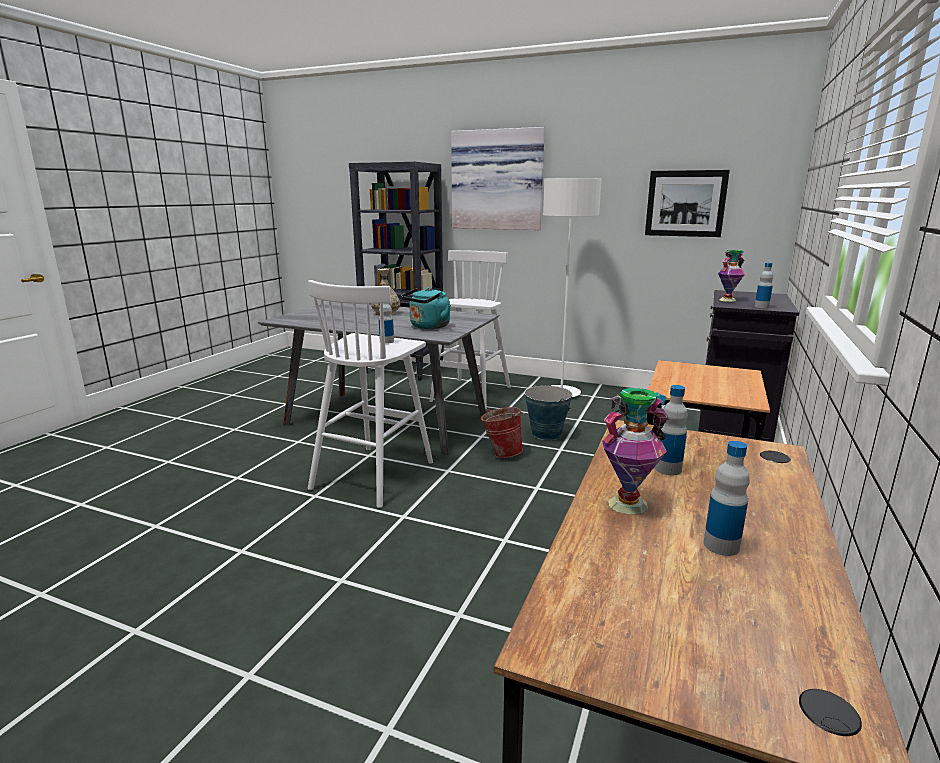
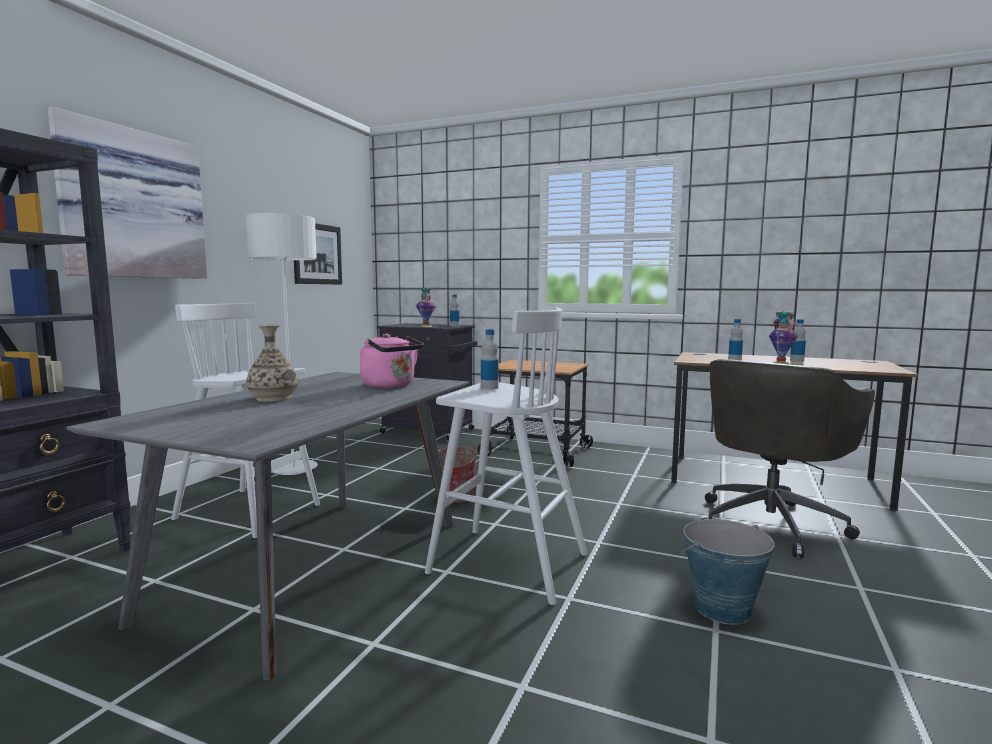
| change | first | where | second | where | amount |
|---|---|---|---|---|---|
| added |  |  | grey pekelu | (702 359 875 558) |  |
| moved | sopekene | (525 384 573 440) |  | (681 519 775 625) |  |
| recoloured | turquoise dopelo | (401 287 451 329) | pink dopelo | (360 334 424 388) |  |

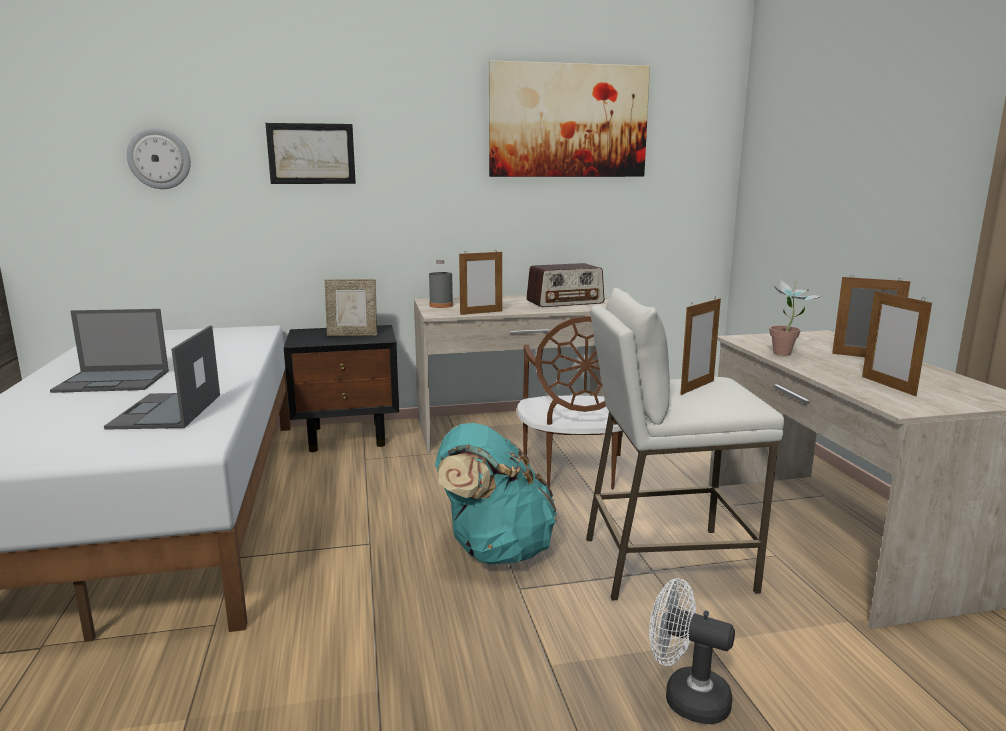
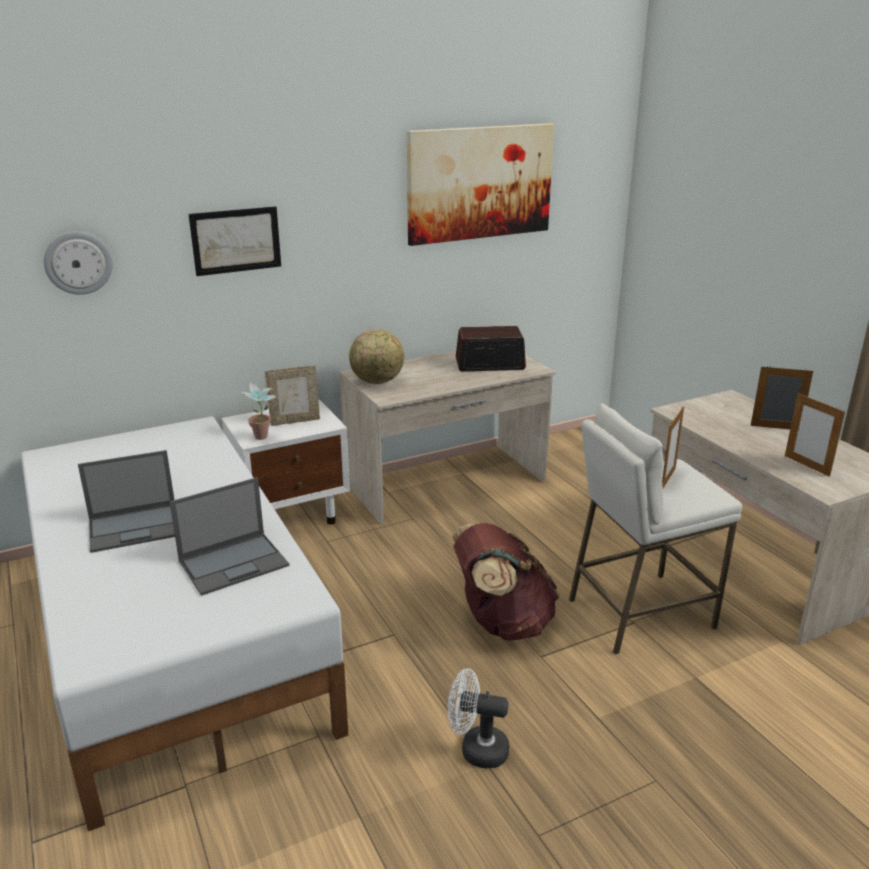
| change | first | where | second | where | amount |
|---|---|---|---|---|---|
| removed | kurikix | (459 250 502 315) |  |  |  |
| removed | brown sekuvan | (516 316 622 489) |  |  |  |
| moved | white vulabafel | (649 578 735 724) |  | (448 669 509 769) |  |
| moved | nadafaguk | (769 279 821 356) |  | (241 381 277 440) |  |
| replaced | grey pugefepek | (429 259 453 308) | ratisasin | (349 329 404 384) |  |
| recoloured | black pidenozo | (284 325 399 452) | white pidenozo | (222 400 350 524) |  |
| recoloured | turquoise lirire | (435 423 557 564) | brown lirire | (452 523 559 641) |  |
| turned | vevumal | (104 326 220 430) |  | (169 477 289 596) | 105 degrees counterclockwise |
| turned | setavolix | (526 263 604 307) |  | (456 326 526 371) | 150 degrees counterclockwise |

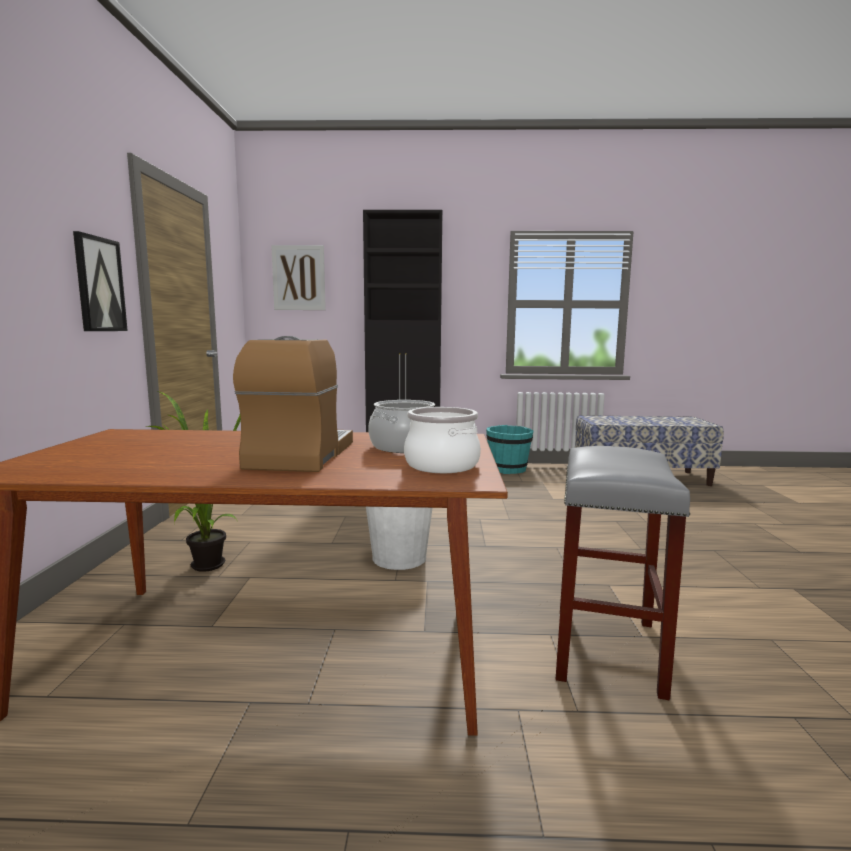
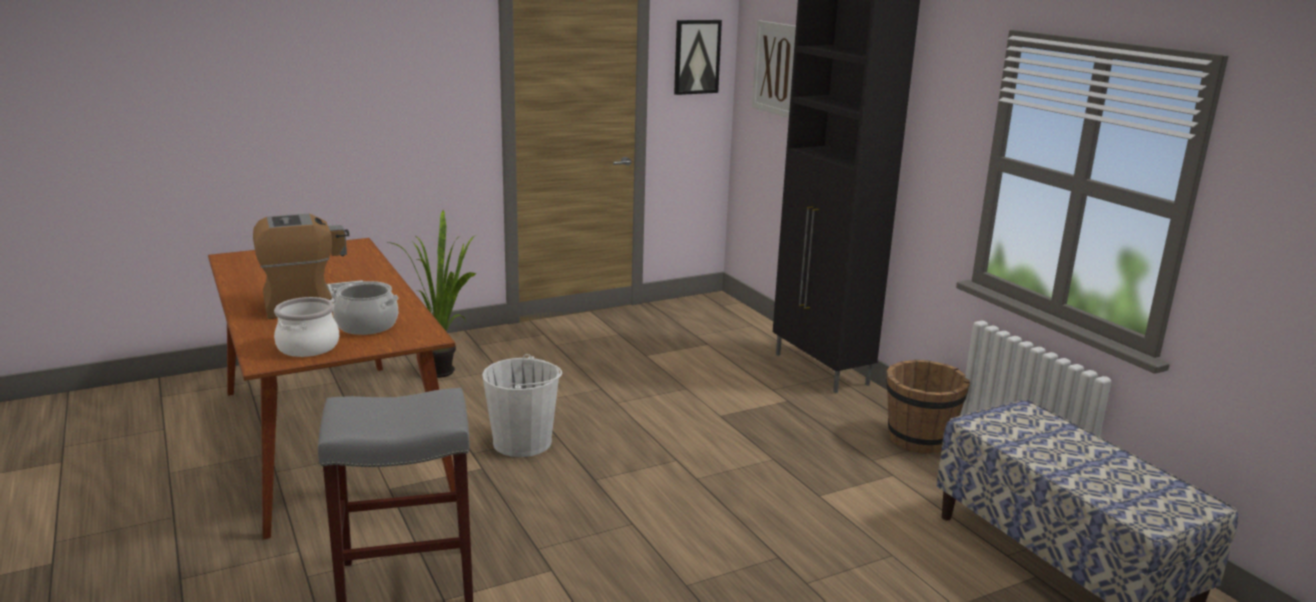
| change | first | where | second | where | amount |
|---|---|---|---|---|---|
| moved | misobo | (73 231 128 331) |  | (674 20 722 95) |  |
| recoloured | turquoise sopekene | (486 425 534 474) | brown sopekene | (886 360 970 454) |  |

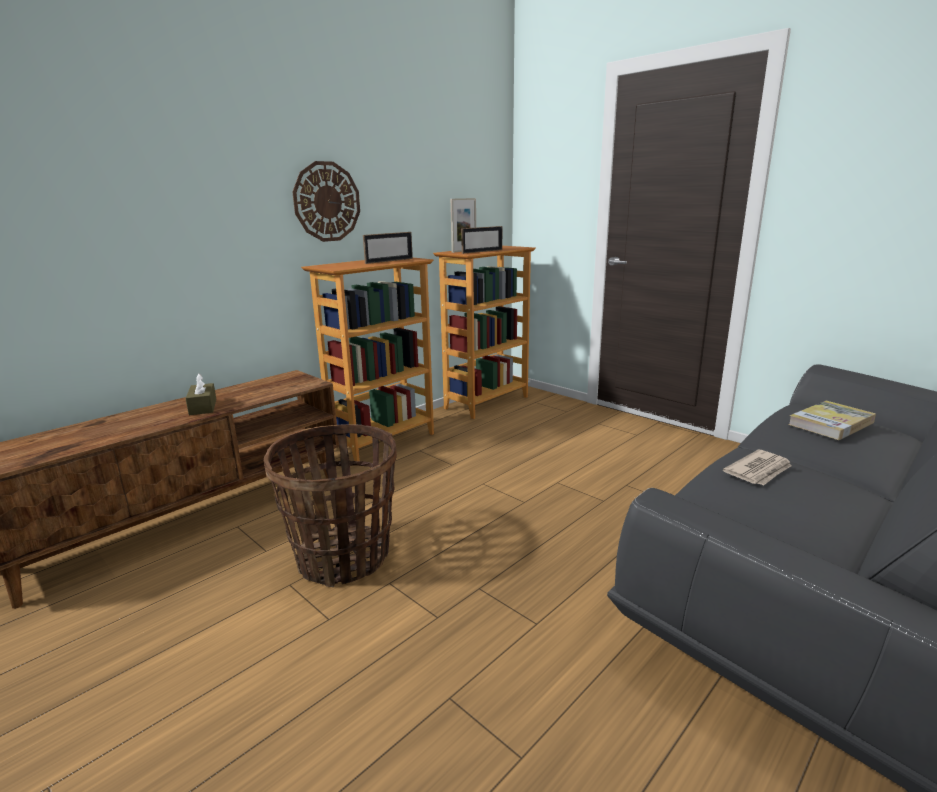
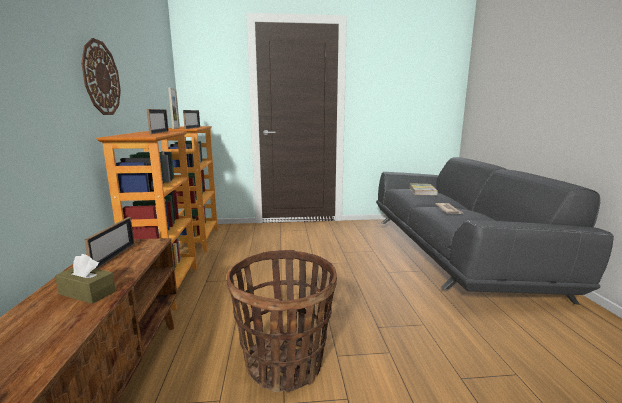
| change | first | where | second | where | amount |
|---|---|---|---|---|---|
| added |  |  | kurikix | (84 217 134 269) |  |

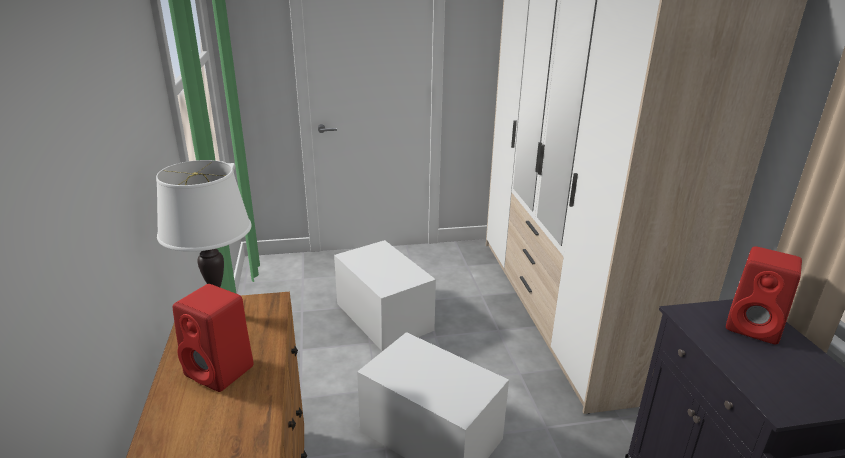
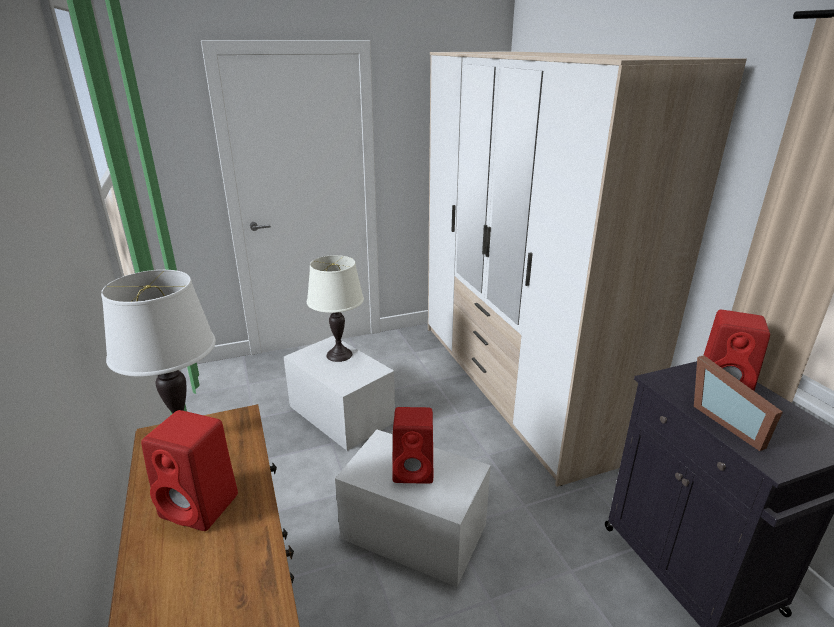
| change | first | where | second | where | amount |
|---|---|---|---|---|---|
| added |  |  | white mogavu | (307 255 364 362) |  |
| added |  |  | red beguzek | (392 407 433 484) |  |
| added |  |  | kurikix | (694 355 783 451) |  |

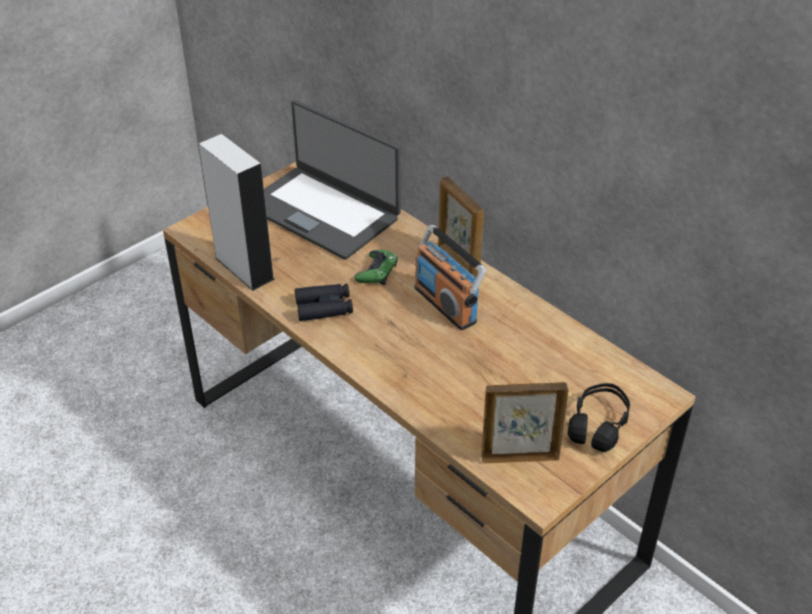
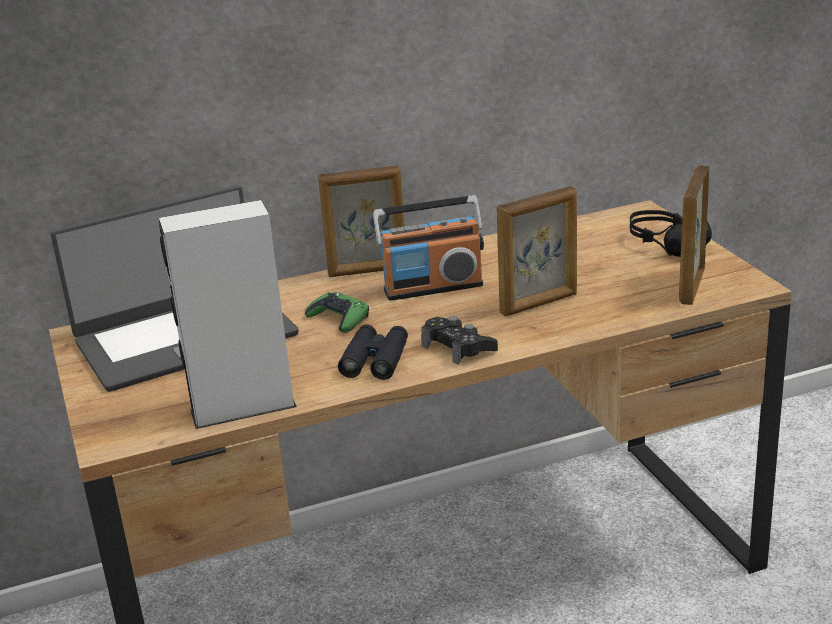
| change | first | where | second | where | amount |
|---|---|---|---|---|---|
| added |  |  | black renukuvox | (421 316 498 365) |  |
| added |  |  | kurikix | (497 186 577 317) |  |

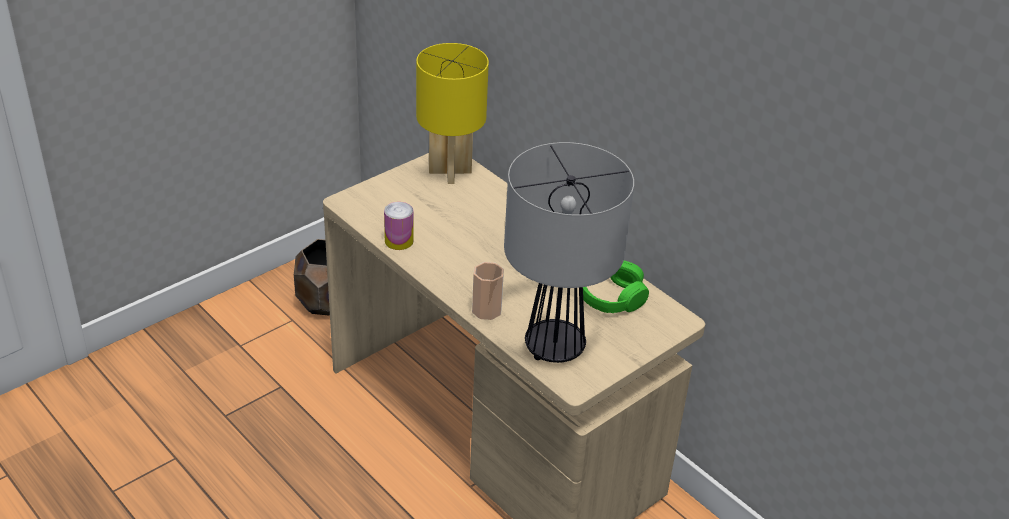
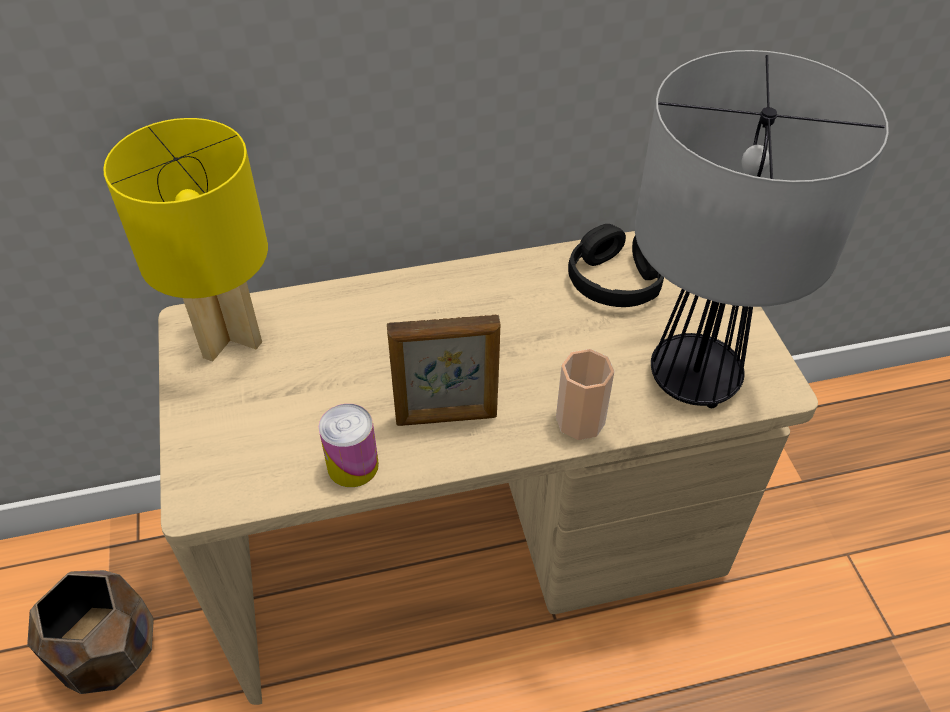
| change | first | where | second | where | amount |
|---|---|---|---|---|---|
| added |  |  | kurikix | (387 315 500 426) |  |
| recoloured | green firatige | (583 261 649 313) | black firatige | (568 224 664 307) |  |

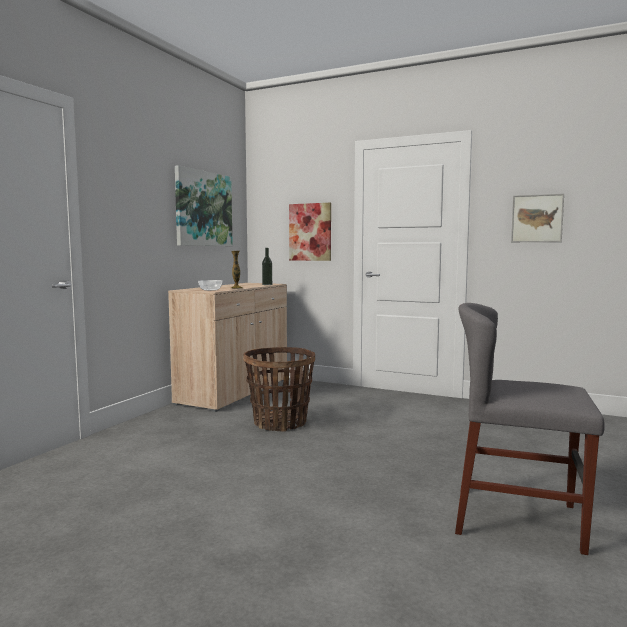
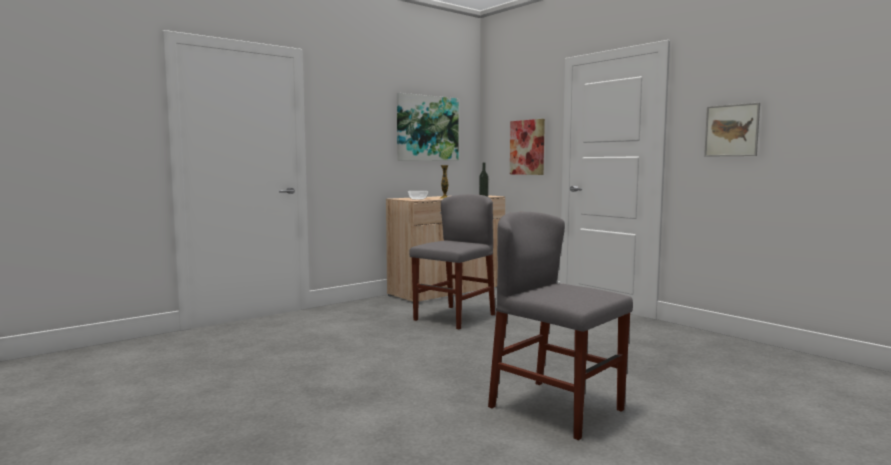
| change | first | where | second | where | amount |
|---|---|---|---|---|---|
| replaced | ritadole | (243 347 315 432) | grey sekuvan | (409 194 495 329) |  |

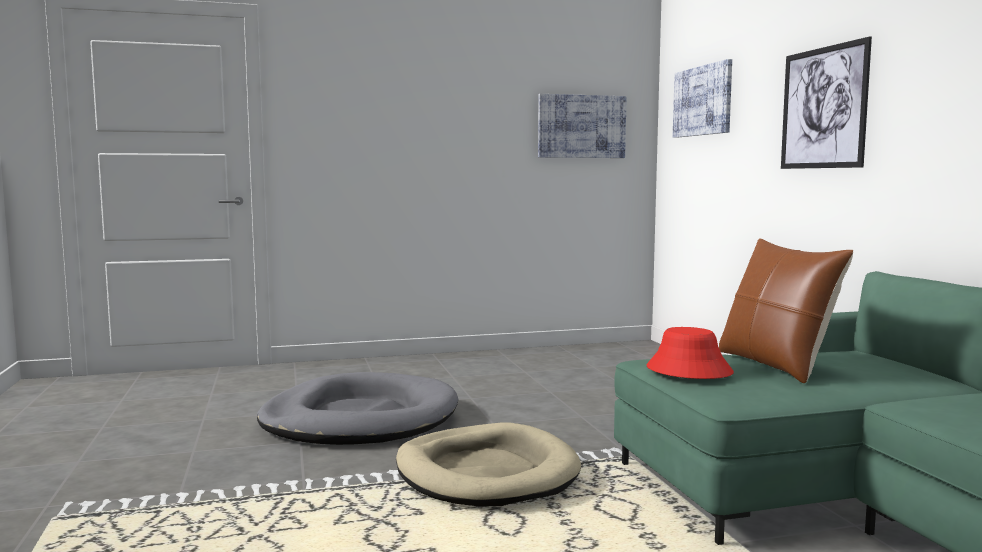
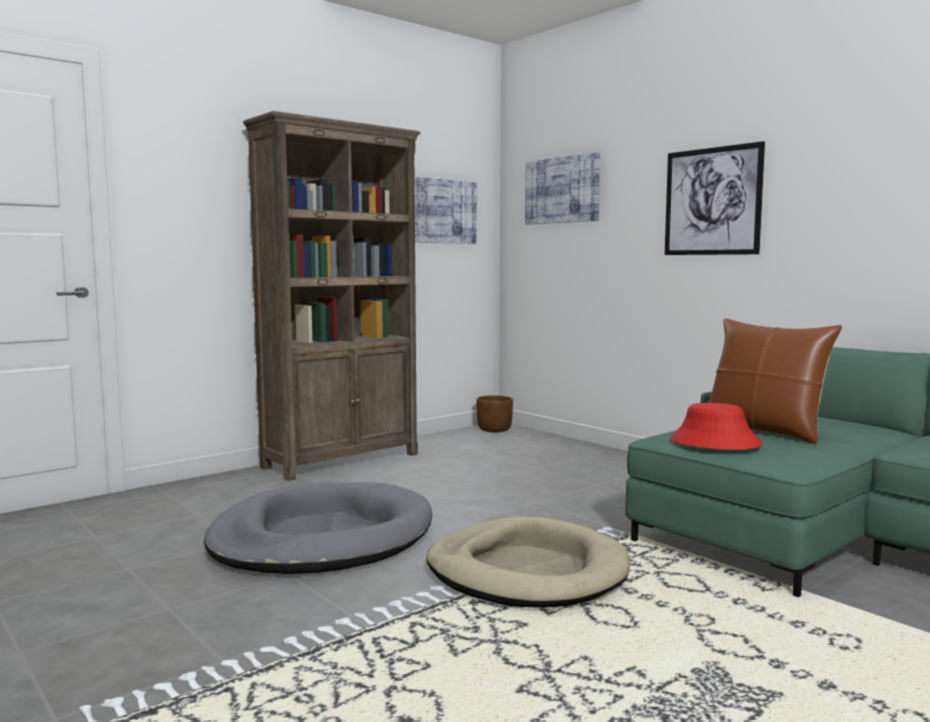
| change | first | where | second | where | amount |
|---|---|---|---|---|---|
| added |  |  | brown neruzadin | (243 111 420 481) |  |
| added |  |  | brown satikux | (476 395 513 432) |  |

